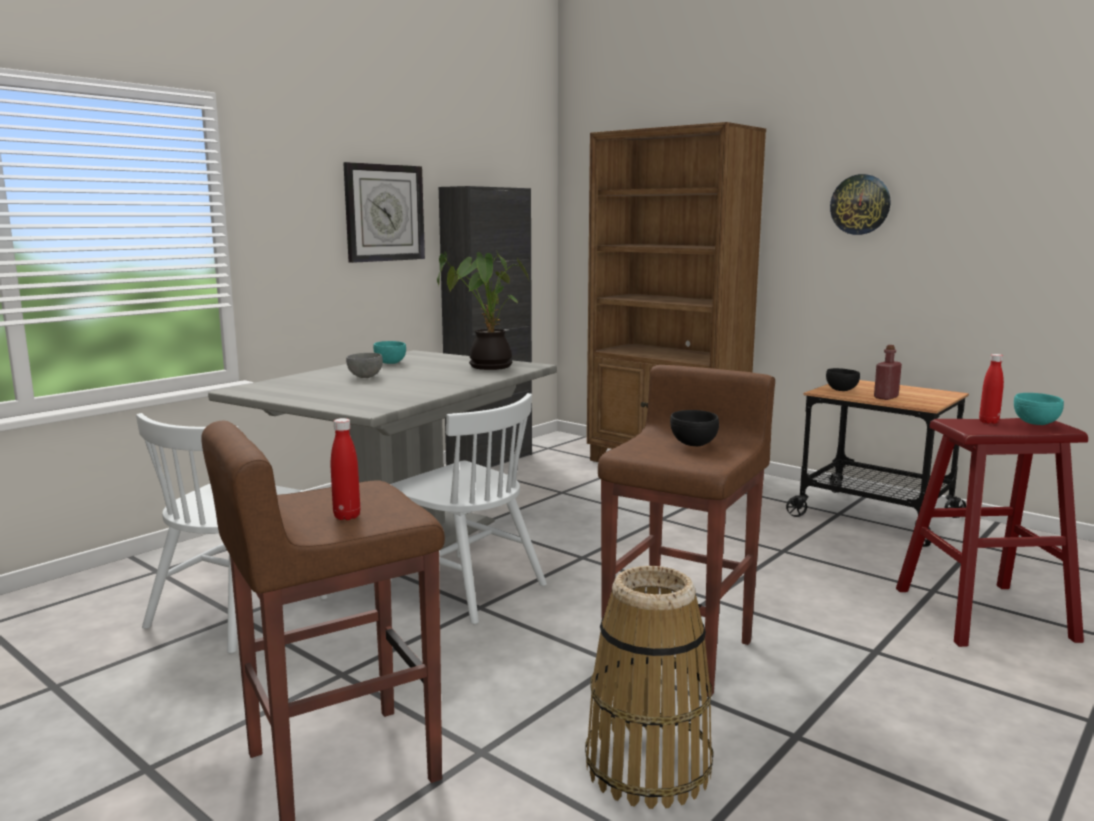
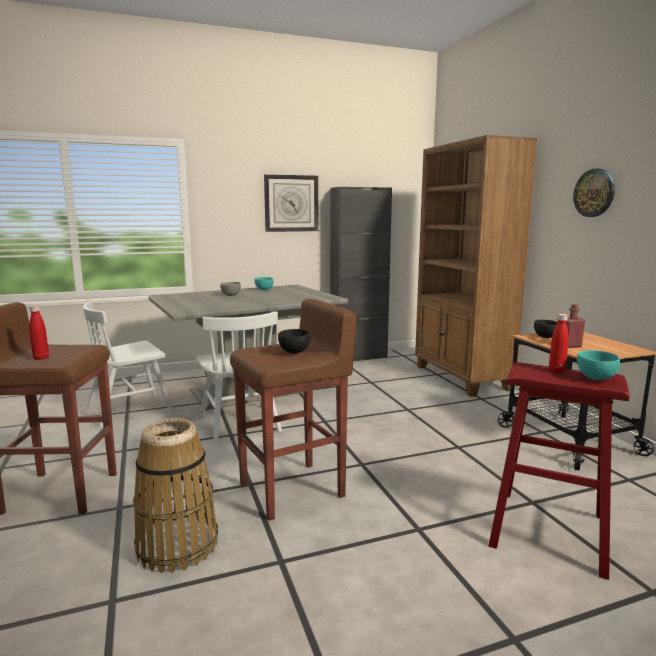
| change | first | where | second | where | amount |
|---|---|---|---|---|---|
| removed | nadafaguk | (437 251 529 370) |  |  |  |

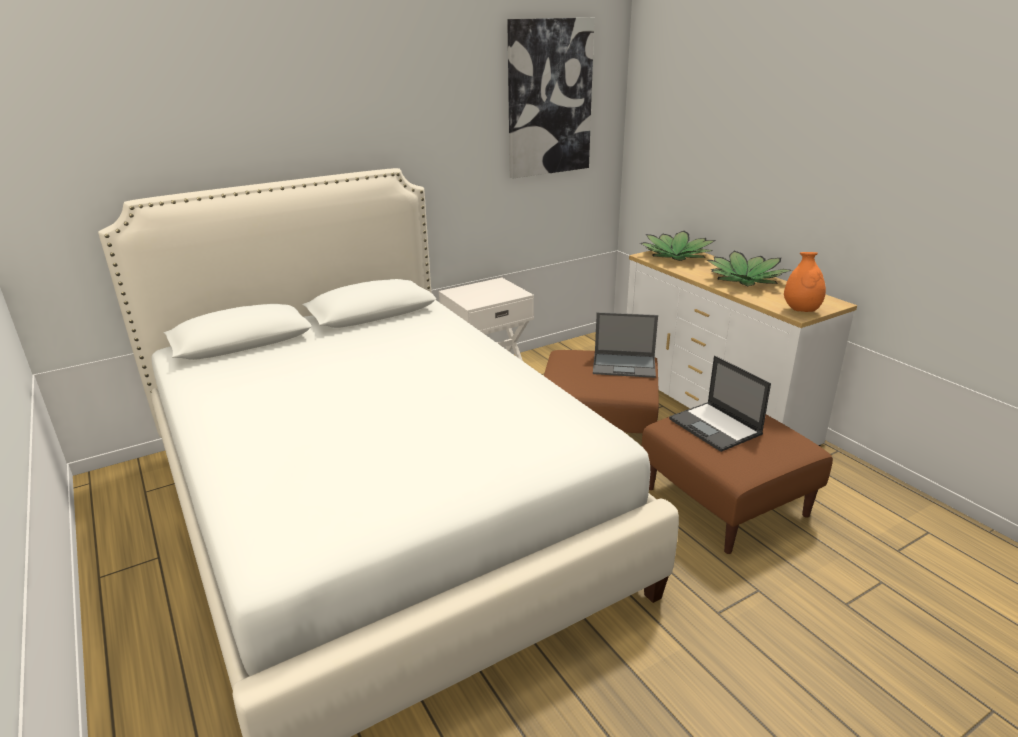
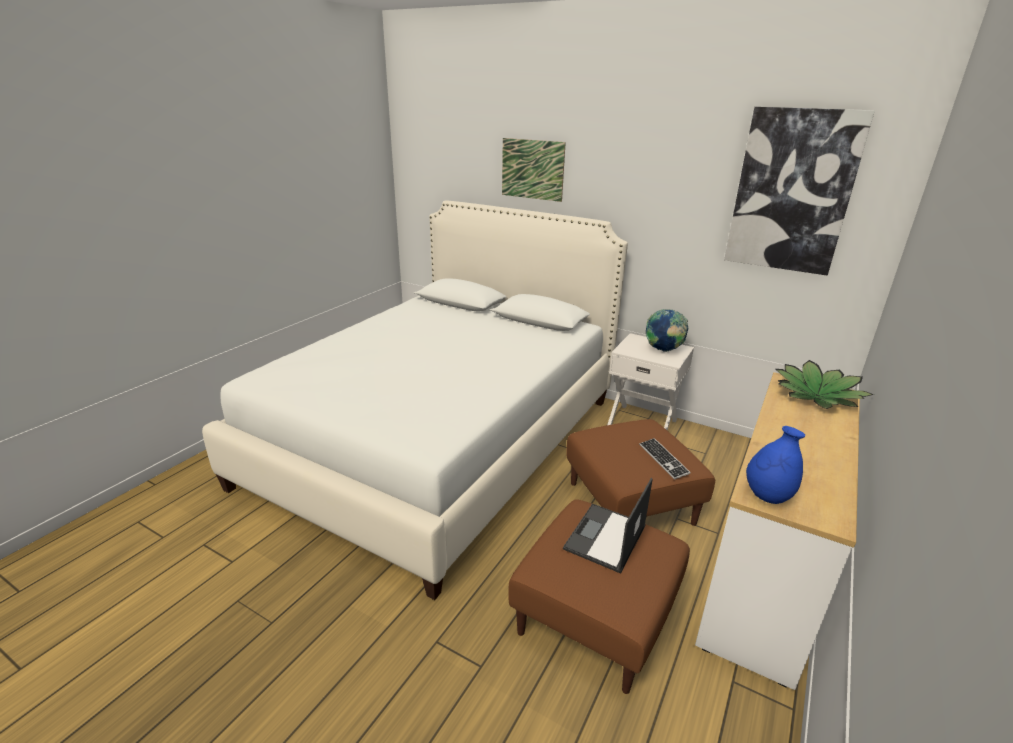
| change | first | where | second | where | amount |
|---|---|---|---|---|---|
| removed | nadafaguk | (707 251 791 286) |  |  |  |
| added |  |  | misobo | (502 138 566 202) |  |
| added |  |  | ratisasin | (646 309 689 352) |  |
| replaced | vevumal | (593 312 658 378) | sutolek | (639 438 691 479) |  |
| recoloured | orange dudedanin | (784 252 826 312) | blue dudedanin | (746 426 805 504) |  |

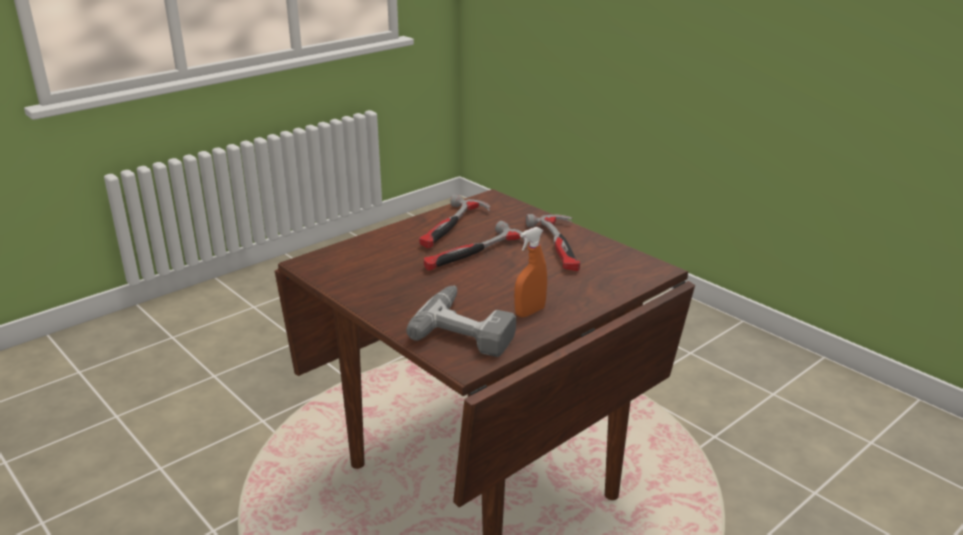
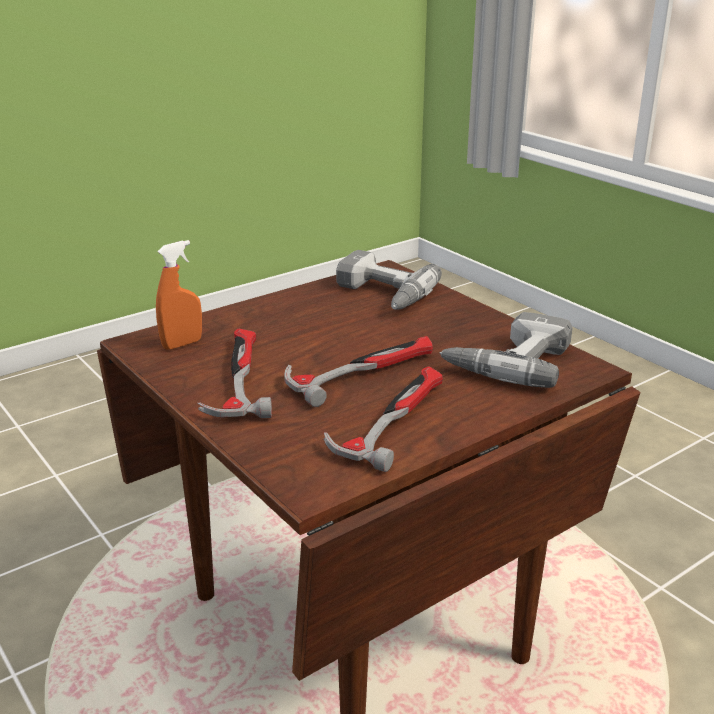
| change | first | where | second | where | amount |
|---|---|---|---|---|---|
| added |  |  | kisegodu | (439 312 573 388) |  |
| moved | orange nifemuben | (514 227 547 317) |  | (156 240 202 350) |  |

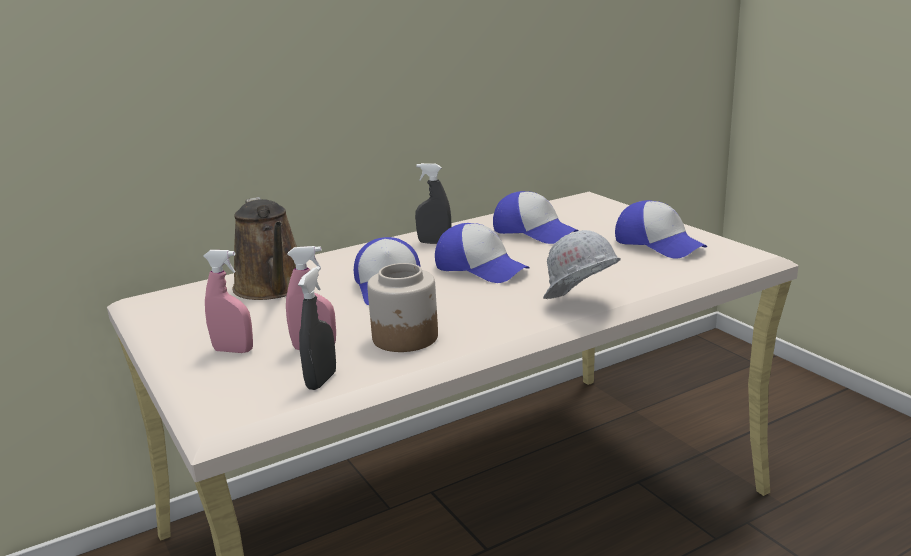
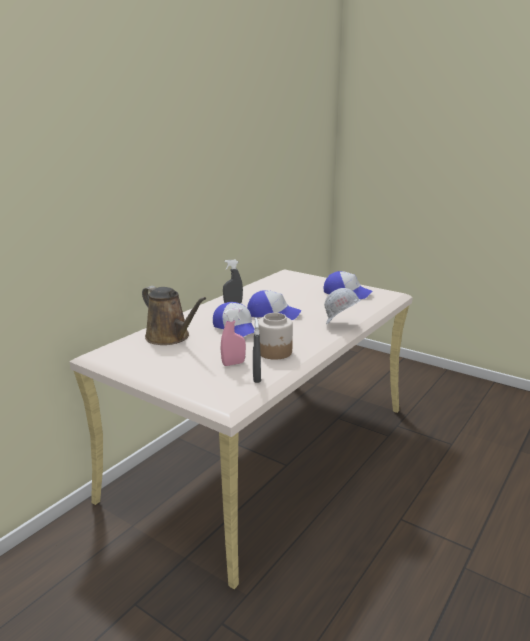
| change | first | where | second | where | amount |
|---|---|---|---|---|---|
| removed | pink nifemuben | (203 250 253 353) |  |  |  |
| removed | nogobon | (493 191 578 244) |  |  |  |

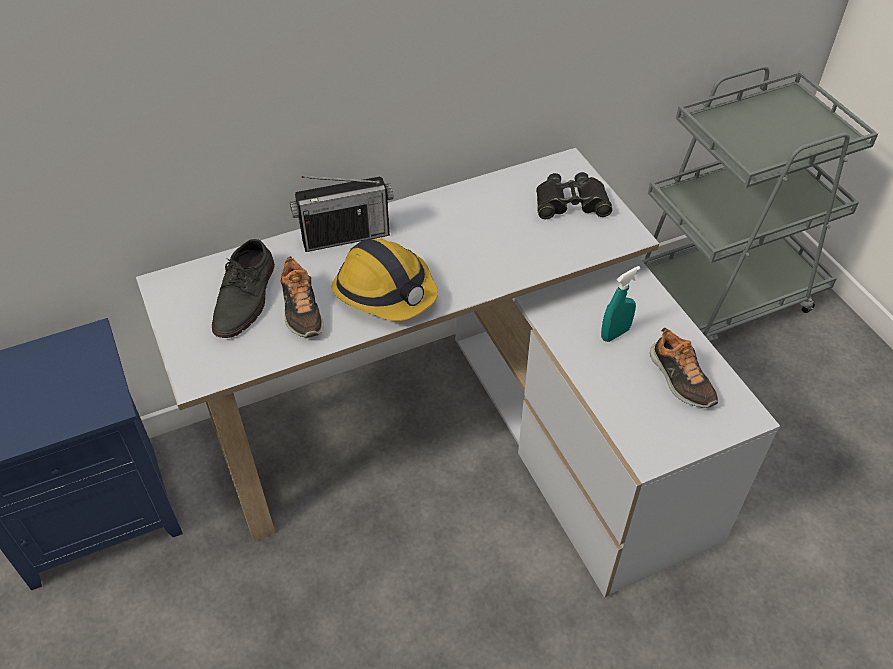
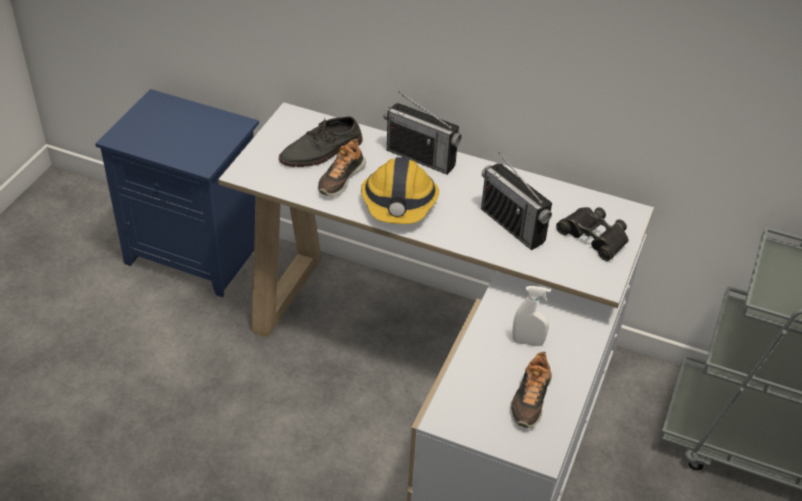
| change | first | where | second | where | amount |
|---|---|---|---|---|---|
| added |  |  | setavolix | (481 152 552 250) |  |
| recoloured | turquoise nifemuben | (601 266 640 342) | white nifemuben | (512 286 551 346) |  |

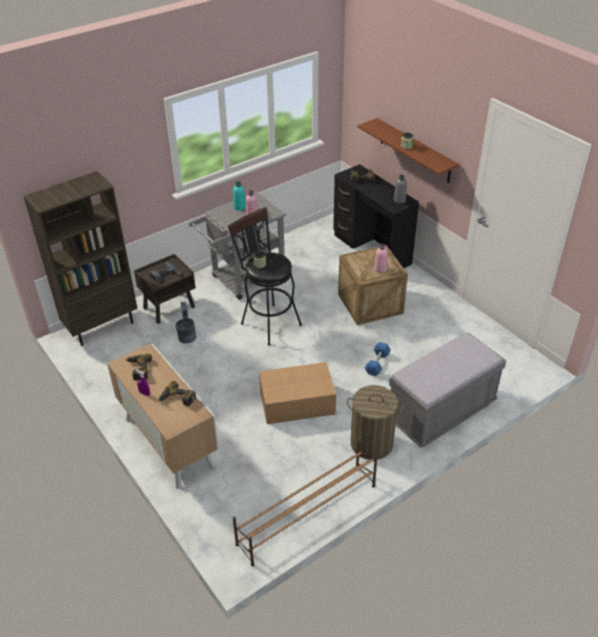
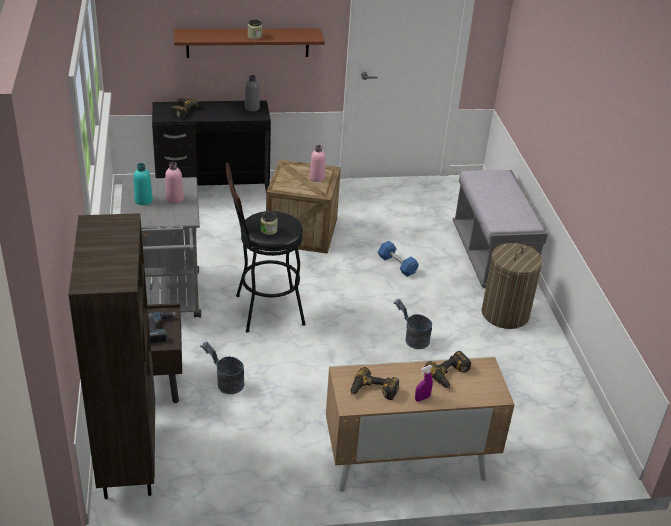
| change | first | where | second | where | amount |
|---|---|---|---|---|---|
| removed | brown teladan | (233 441 377 566) |  |  |  |
| replaced | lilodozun | (259 362 336 424) | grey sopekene | (394 299 432 349) |  |

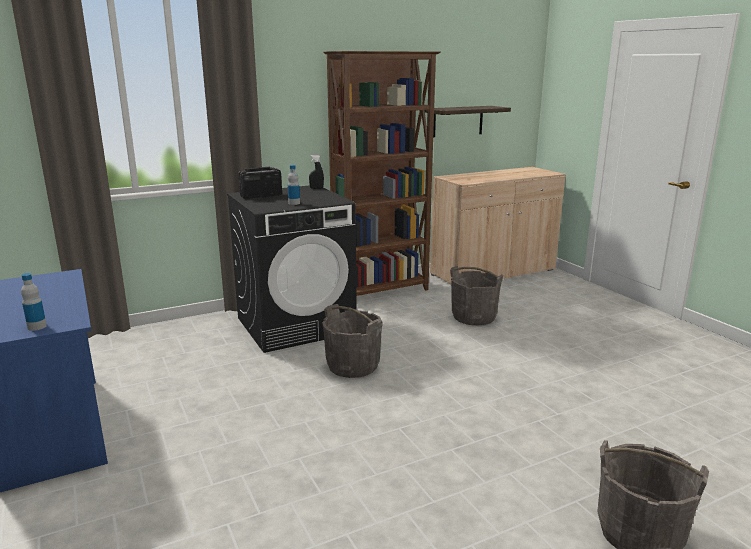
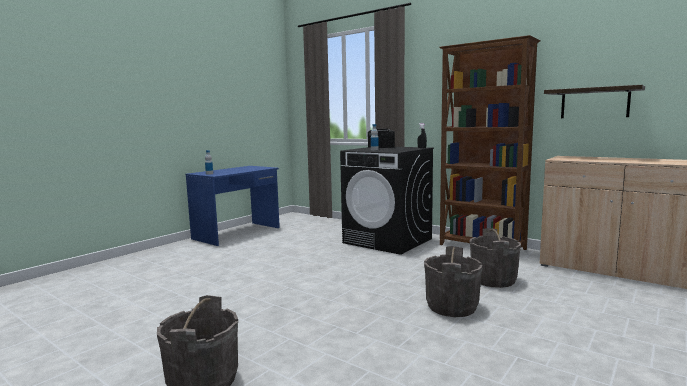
| change | first | where | second | where | amount |
|---|---|---|---|---|---|
| moved | grey sopekene | (322 304 383 378) |  | (424 246 483 317) |  |

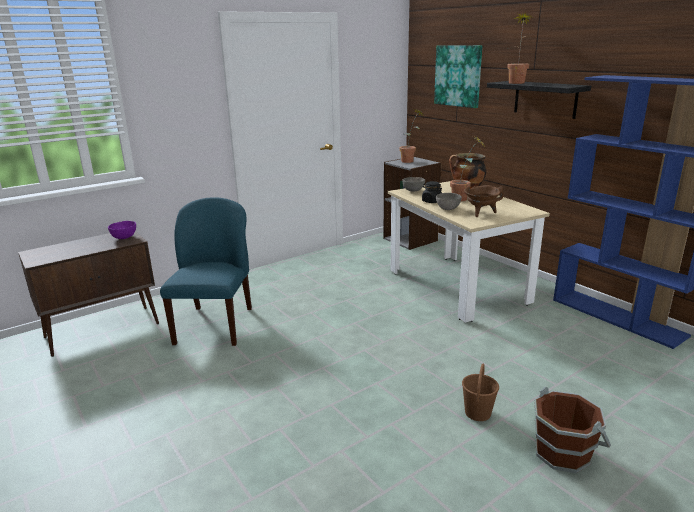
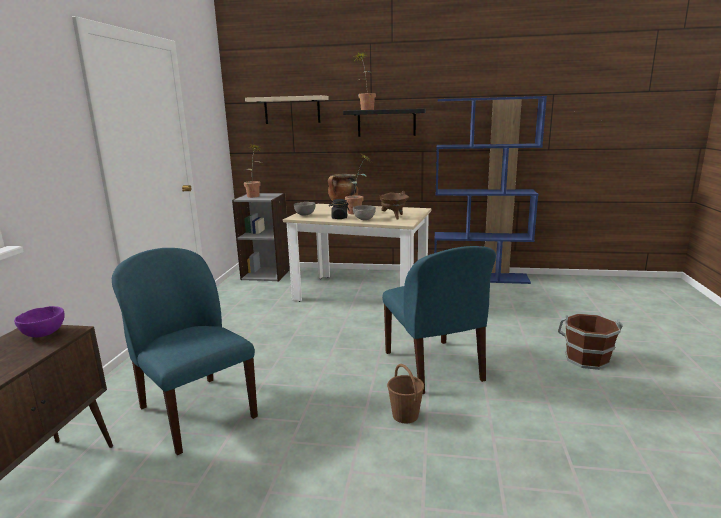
| change | first | where | second | where | amount |
|---|---|---|---|---|---|
| added |  |  | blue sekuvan | (382 246 496 394) |  |
| moved | brown sopekene | (462 364 499 421) |  | (387 364 424 424) |  |
| replaced | misobo | (434 45 482 108) | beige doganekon | (245 95 329 124) |  |

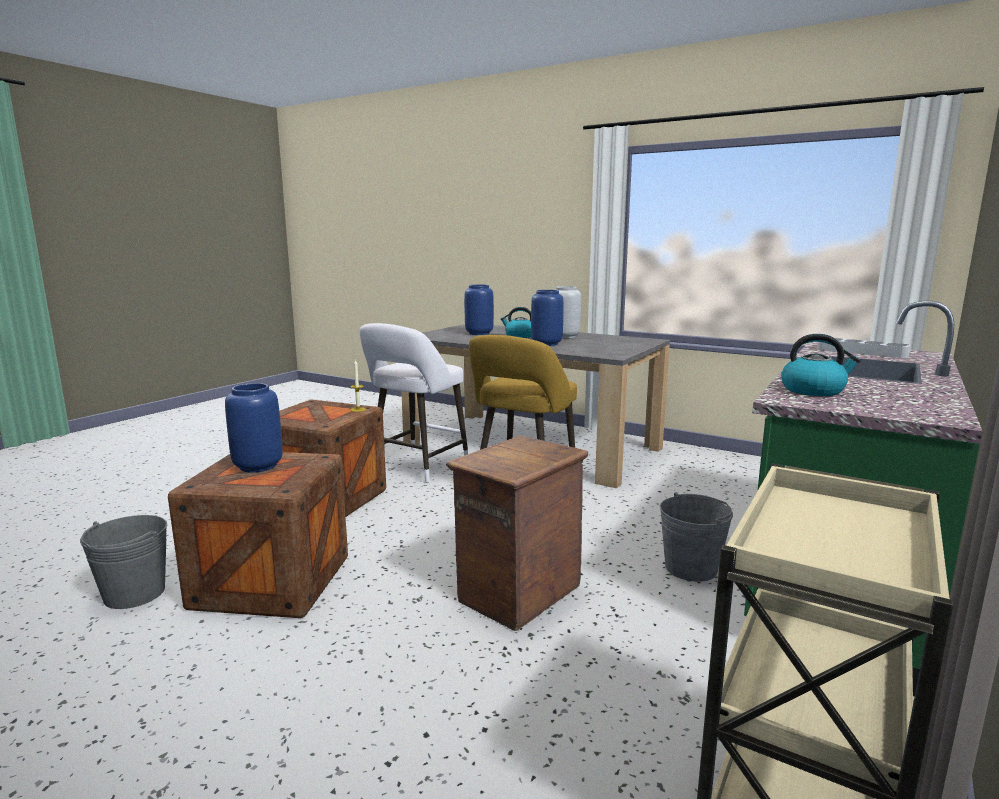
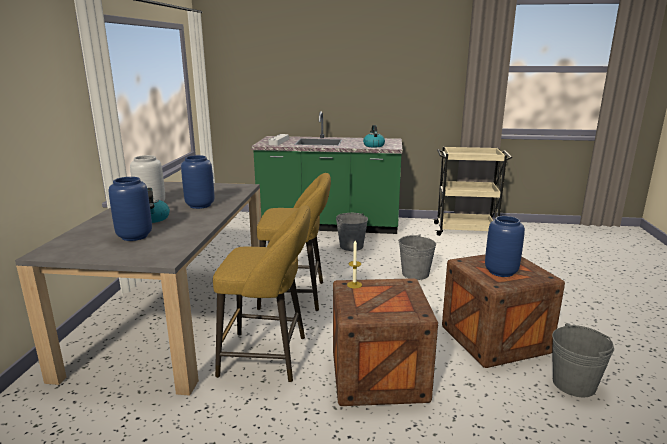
| change | first | where | second | where | amount |
|---|---|---|---|---|---|
| replaced | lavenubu | (446 436 588 631) | grey sopekene | (398 234 436 280) |  |
| recoloured | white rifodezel | (359 323 468 483) | yellow rifodezel | (213 206 311 382) |  |

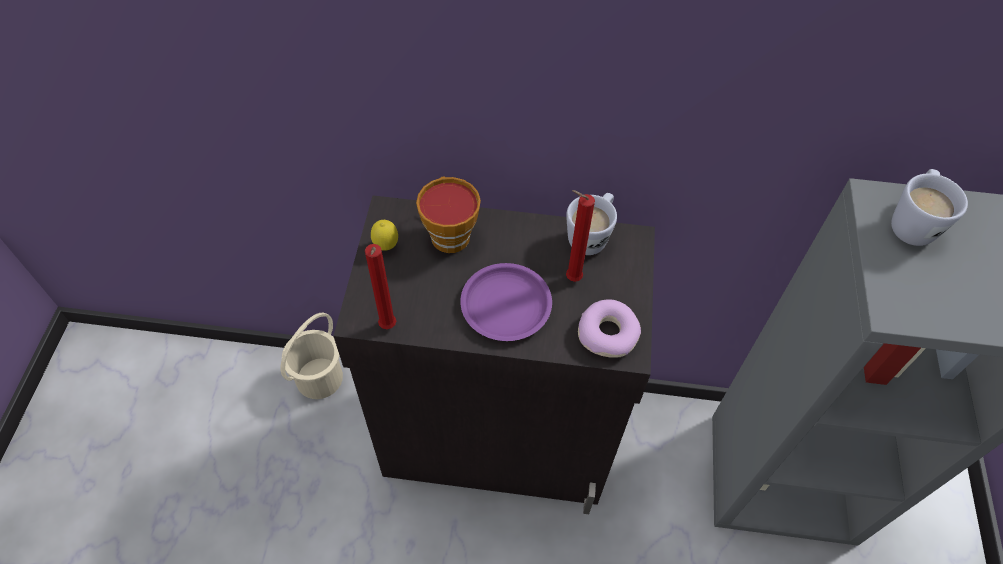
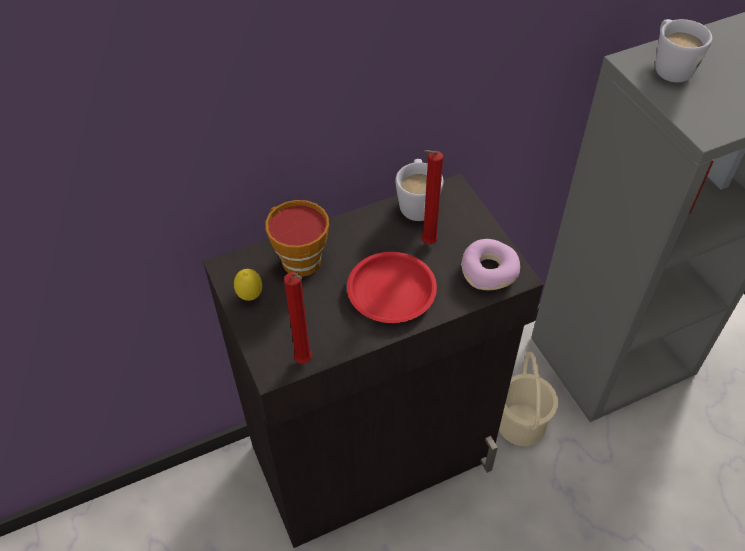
| change | first | where | second | where | amount |
|---|---|---|---|---|---|
| moved | beige sopekene | (280 313 343 399) |  | (499 352 558 446) |  |
| recoloured | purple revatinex | (460 263 552 341) | red revatinex | (347 252 437 323) |  |

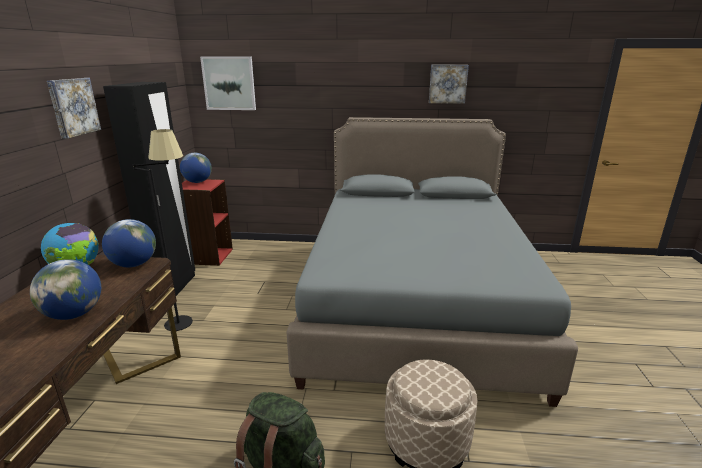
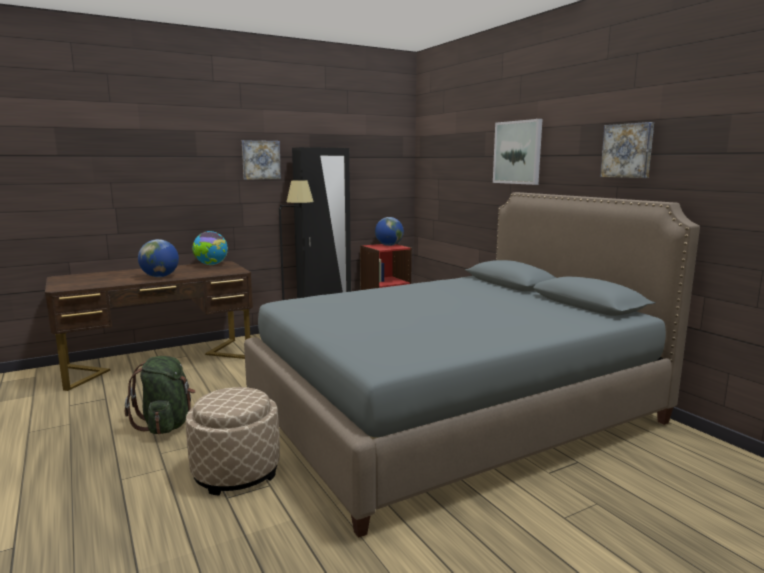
| change | first | where | second | where | amount |
|---|---|---|---|---|---|
| removed | ratisasin | (102 219 156 267) |  |  |  |
| moved | misobo | (200 56 256 110) |  | (493 119 542 185) |  |

